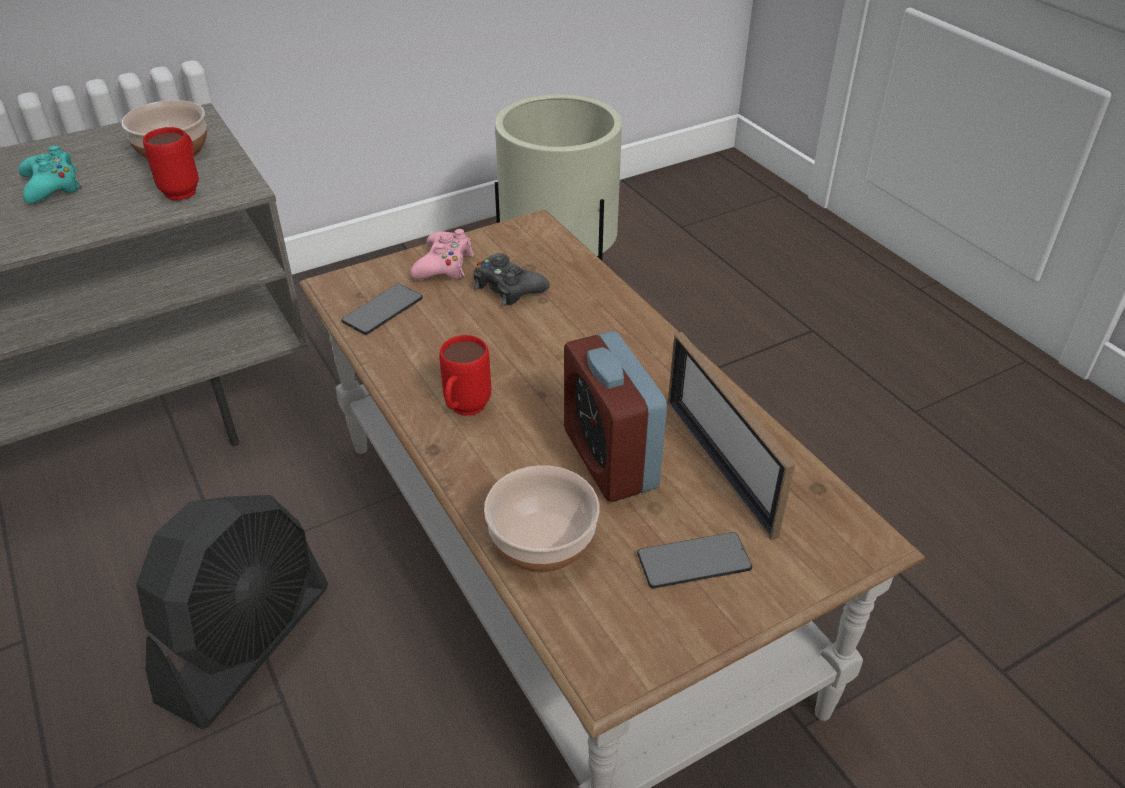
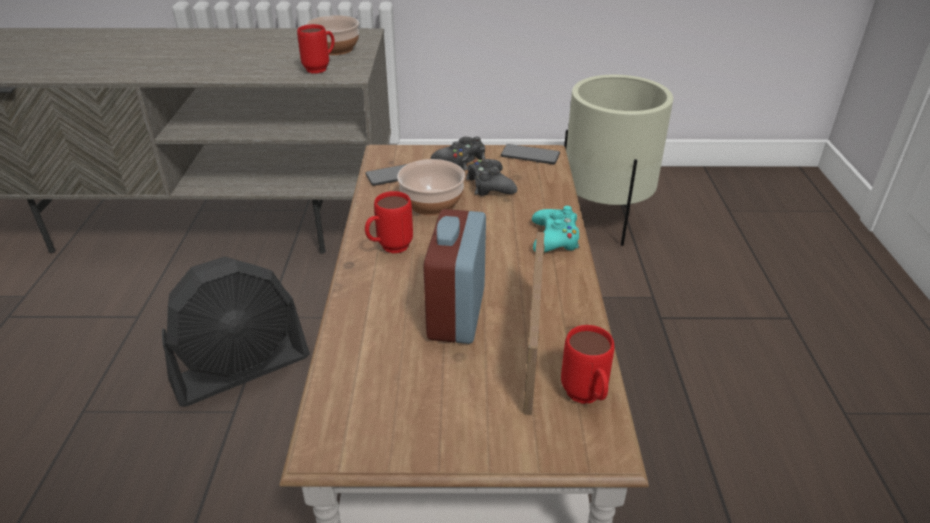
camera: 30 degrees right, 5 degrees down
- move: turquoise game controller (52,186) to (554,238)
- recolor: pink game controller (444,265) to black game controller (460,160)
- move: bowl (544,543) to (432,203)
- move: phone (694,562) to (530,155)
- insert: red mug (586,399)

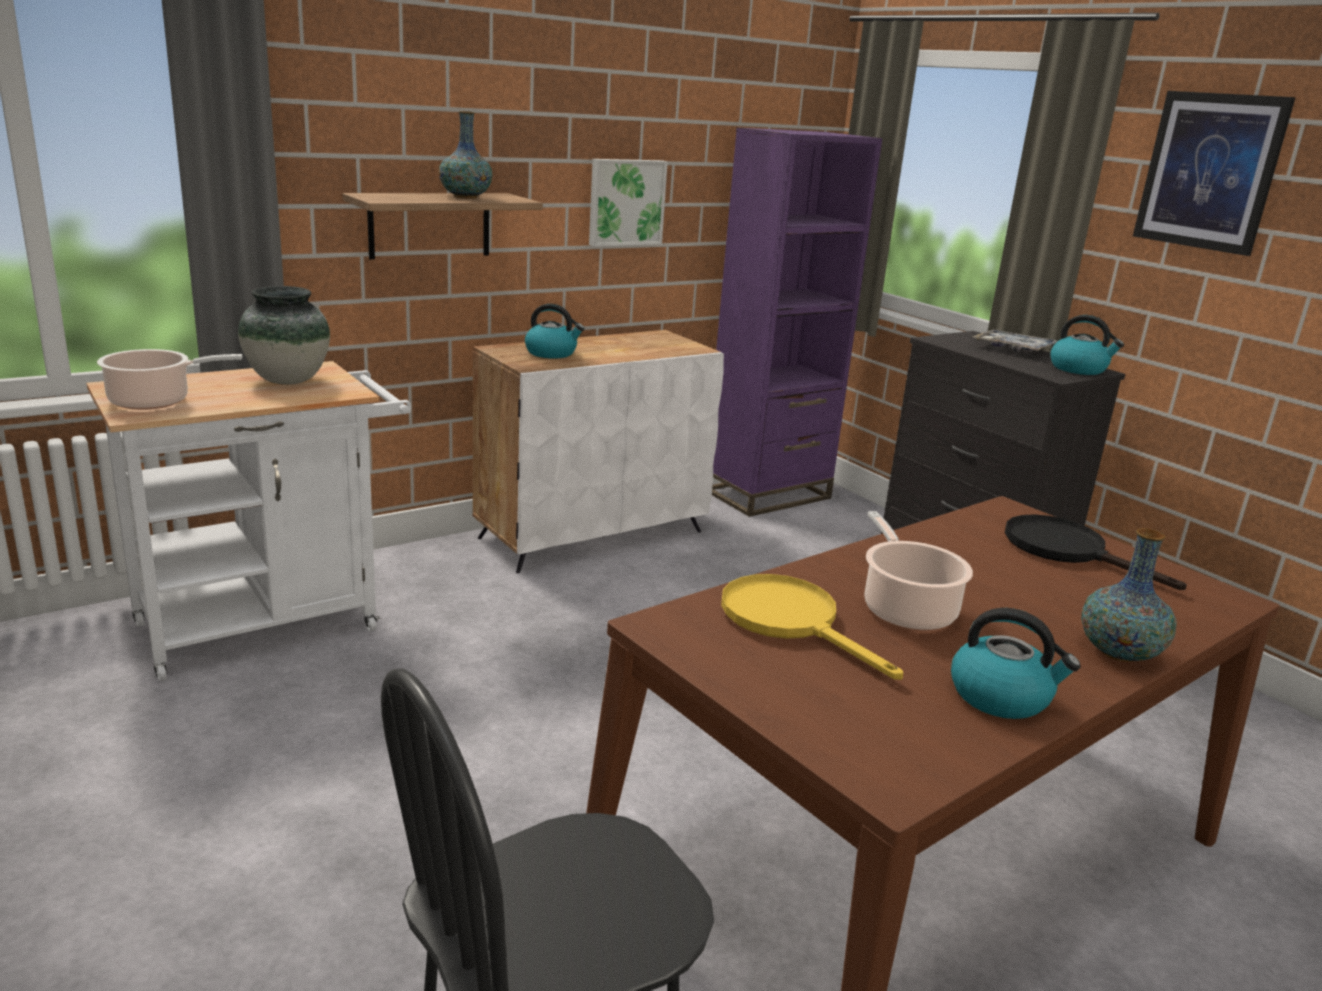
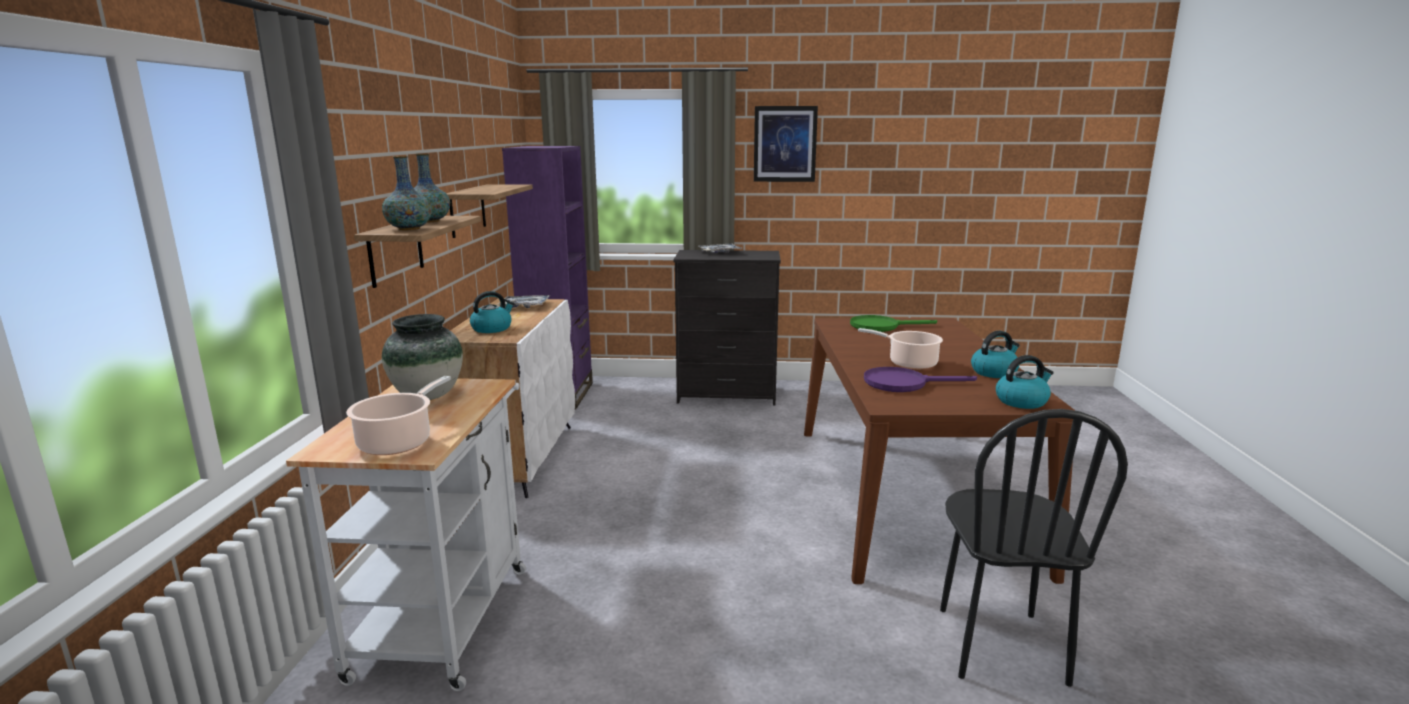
camera: 50 degrees left, 5 degrees down
- replace: picture (625,202) to shelf (467,210)
- move: kettle (1079,369) to (1022,401)
- recolor: black frying pan (1067,550) to green frying pan (881,326)
- move: vase (1119,652) to (409,229)
- recolor: yellow frying pan (791,621) to purple frying pan (903,383)
- insert: tray (524,306)

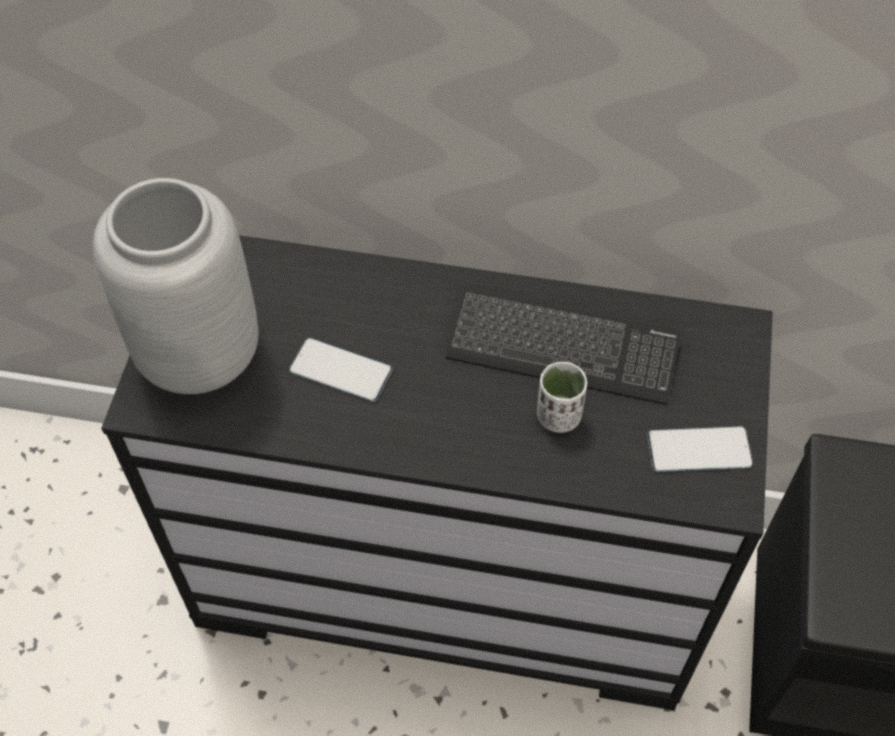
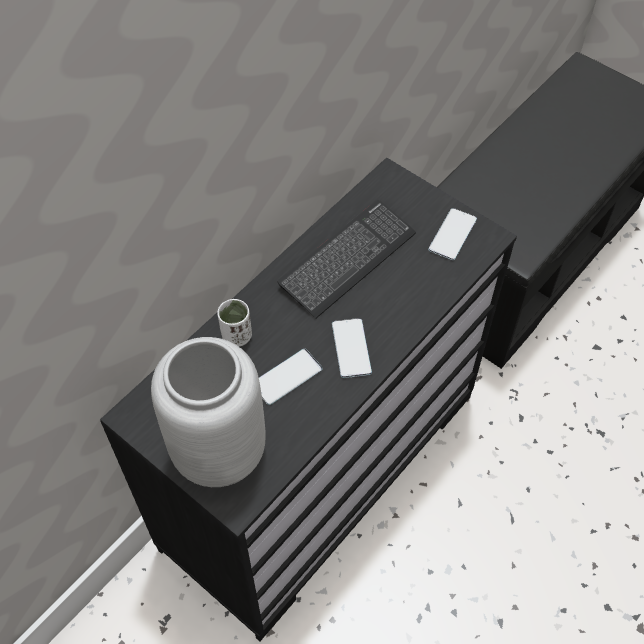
camera: 60 degrees left, 0 degrees up
- move: white cup (558,416) to (236,336)
- insert: phone (351,348)

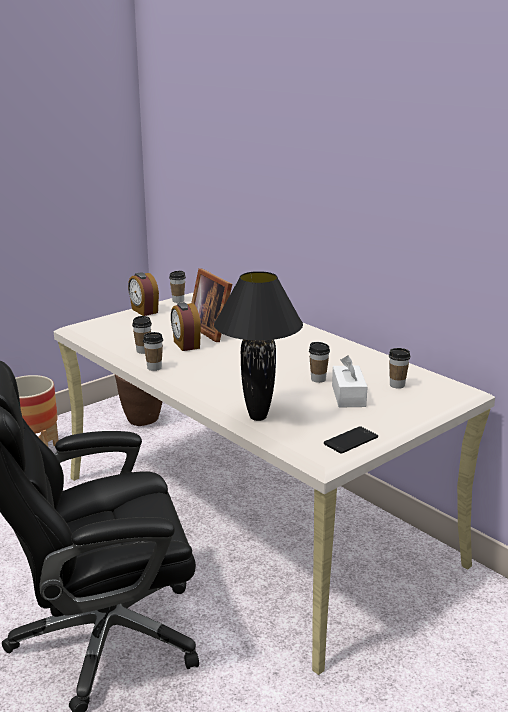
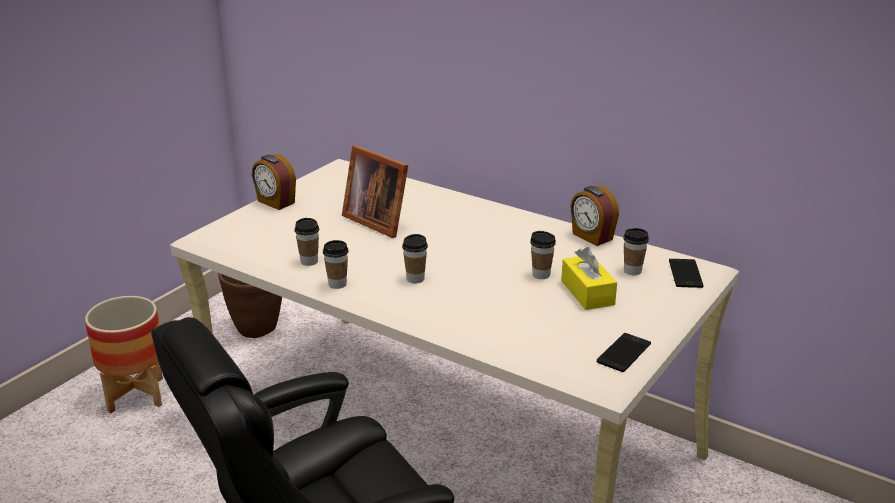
camera: 15 degrees left, 5 degrees up
- move: cup (178,300) to (415,279)
- delete: black table lamp (259,417)
- move: alarm clock (185,345) to (591,237)
- recolor: white tissue box (348,396) to yellow tissue box (587,293)
- insert: phone (685,274)

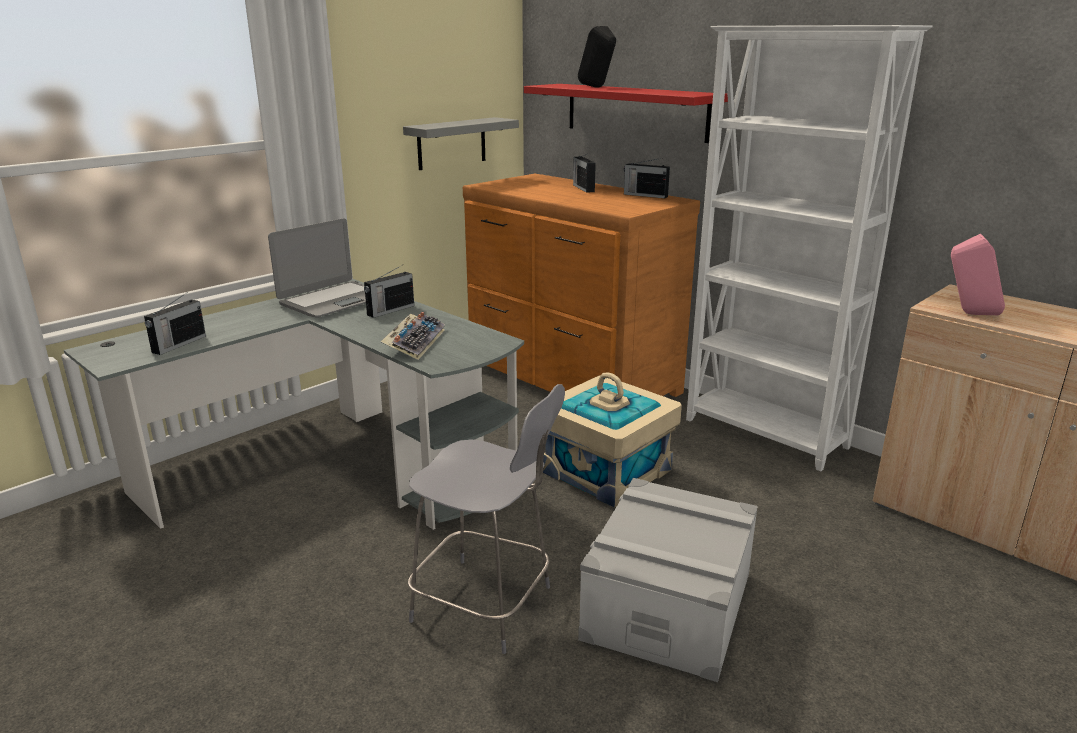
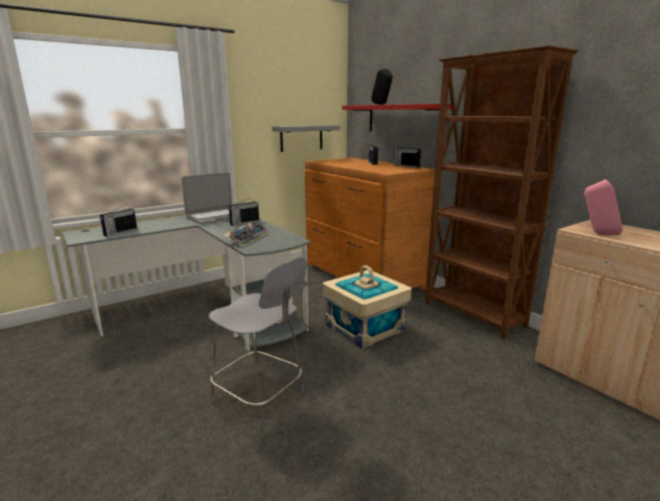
camera: 10 degrees right, 5 degrees down
- recolor: white bookcase (765,434) to brown bookcase (473,315)
- delete: grey storage box (668,606)

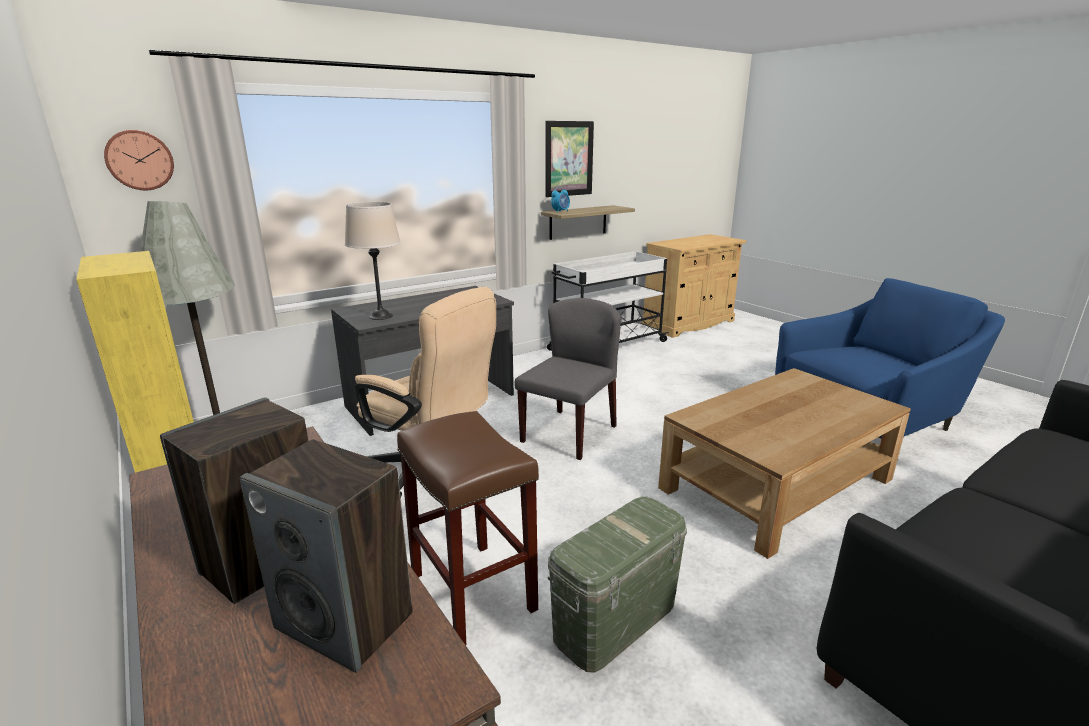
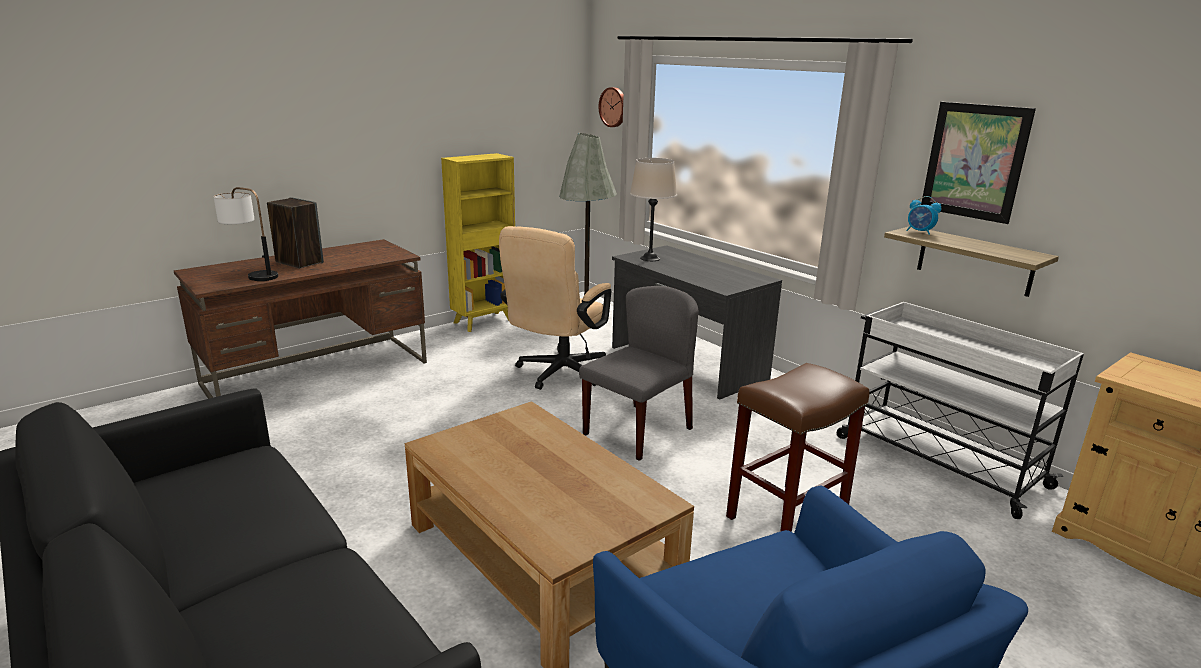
camera: 85 degrees right, 0 degrees up
- rotate: grey chair (569,433) = (638,430) 75 degrees counterclockwise
- move: brown stool (474,592) to (786,518)
- replace: speaker (346,621) to table lamp (252,275)
- delete: green storage box (615,620)

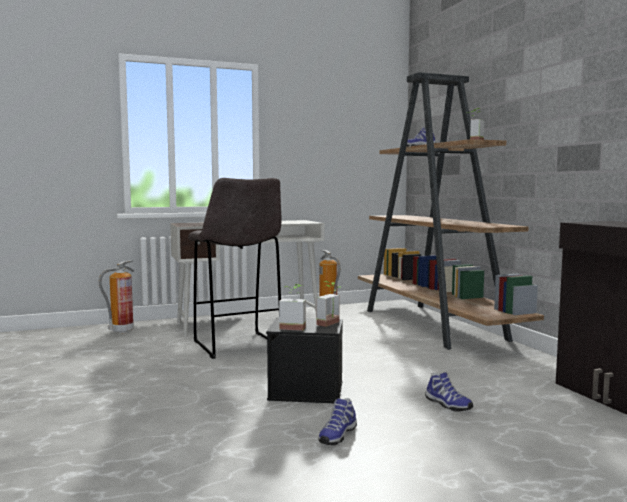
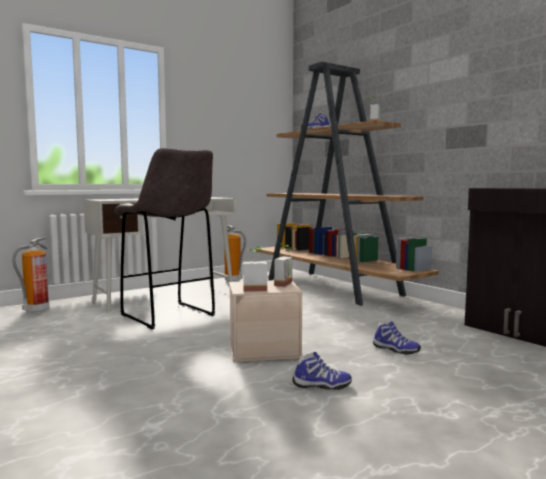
camera: 15 degrees left, 0 degrees up
- recolor: black storage box (307,390) to beige storage box (265,349)
- rotate: shoe (337,435) = (322,386) 105 degrees counterclockwise

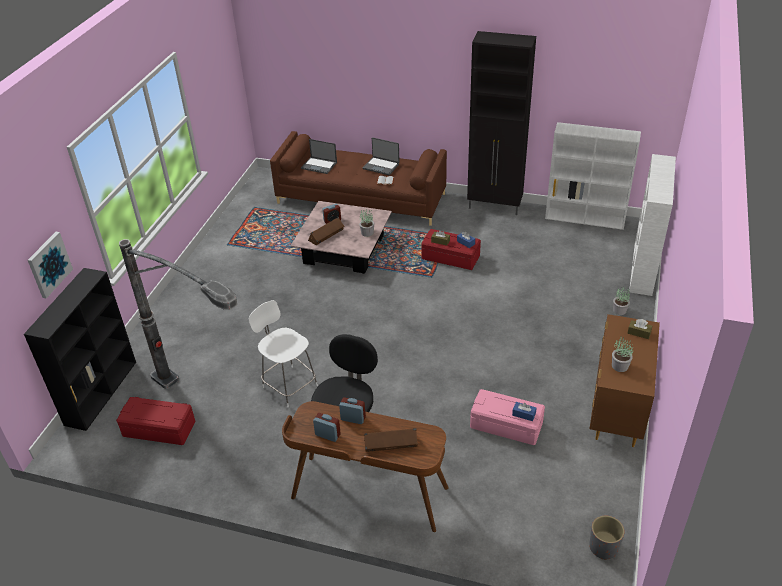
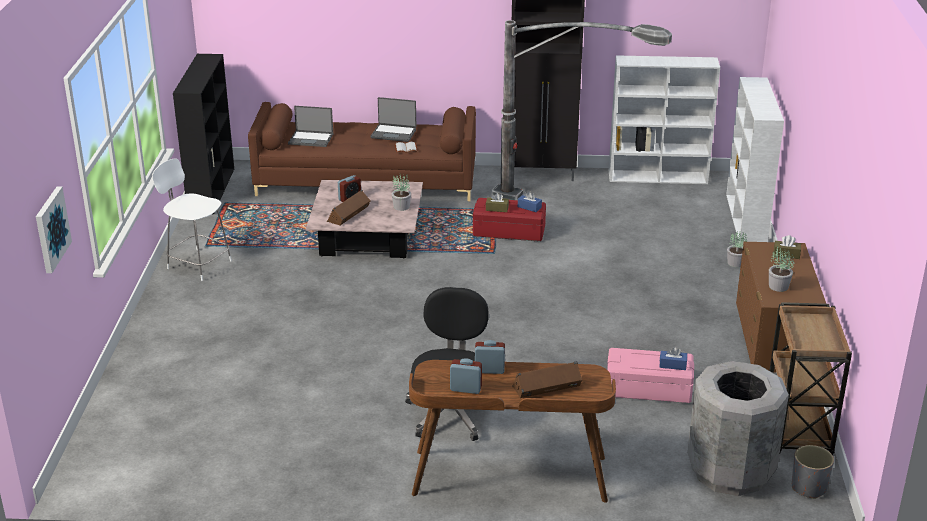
camera: 15 degrees left, 10 degrees down
- move: floor lamp (207,410) to (572,209)
- move: black bookcase (101,392) to (211,190)
- move: white chair (288,385) to (197,264)
- delete: red storage box (158,429)
- insert: brown cart (797,431)
- insert: grey trash can (730,471)

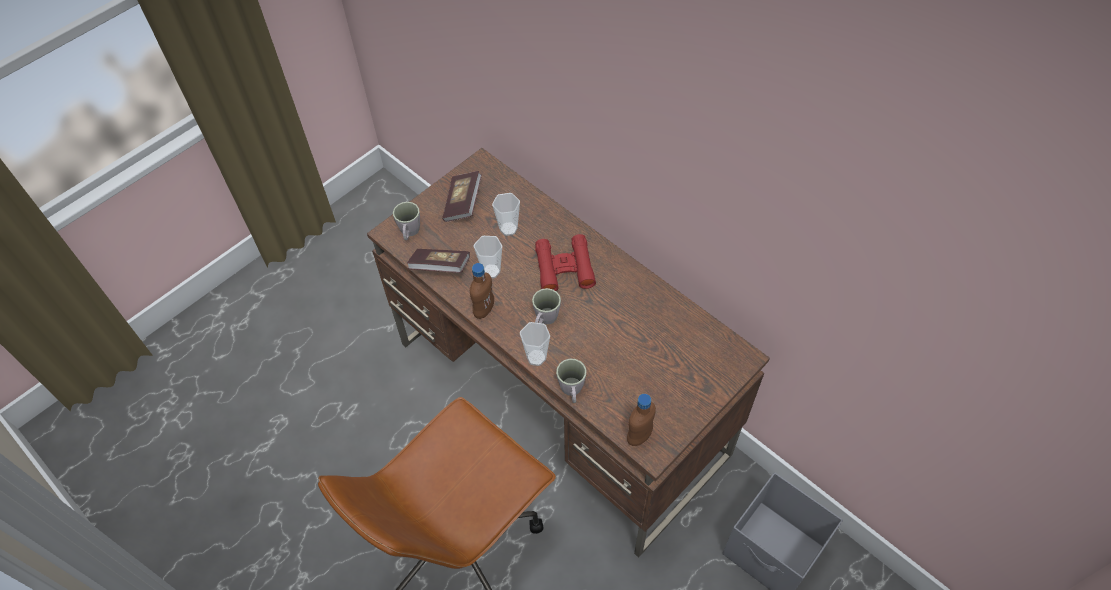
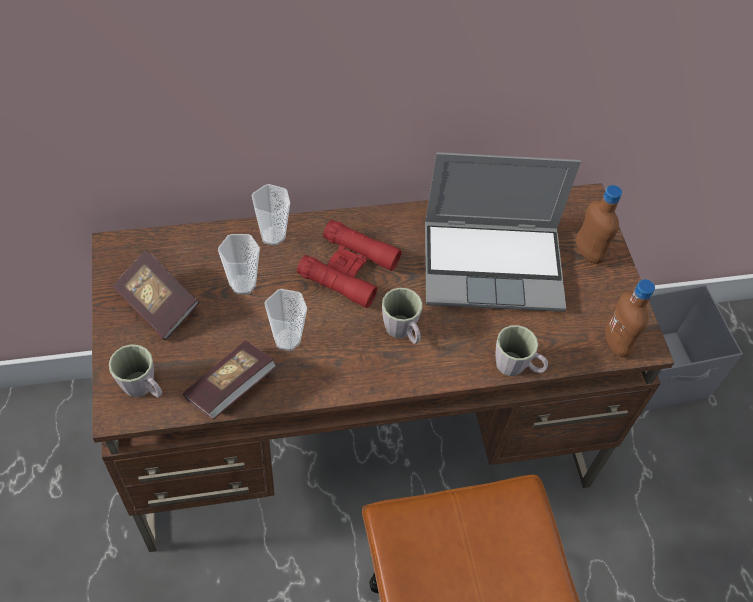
camera: 60 degrees left, 0 degrees up
- move: brown bottle (484,309) to (588,253)
- move: cup (536,357) to (273,236)
- insert: laptop (494,265)

